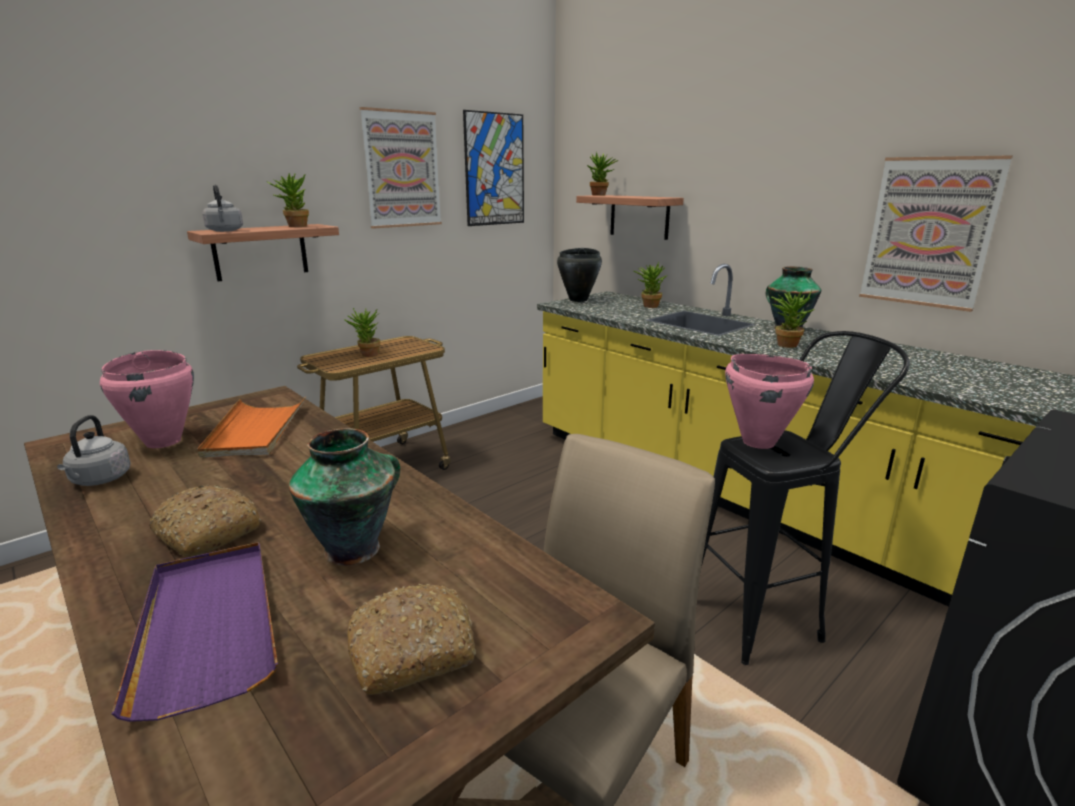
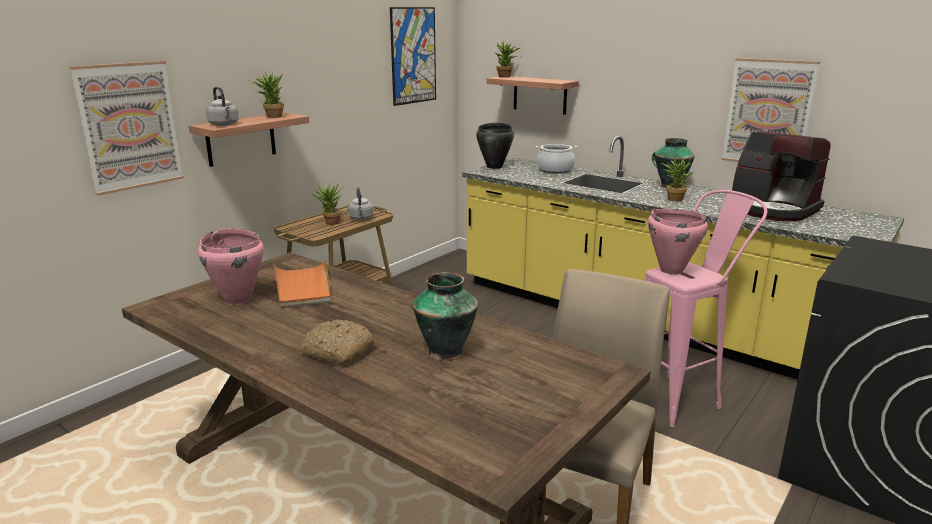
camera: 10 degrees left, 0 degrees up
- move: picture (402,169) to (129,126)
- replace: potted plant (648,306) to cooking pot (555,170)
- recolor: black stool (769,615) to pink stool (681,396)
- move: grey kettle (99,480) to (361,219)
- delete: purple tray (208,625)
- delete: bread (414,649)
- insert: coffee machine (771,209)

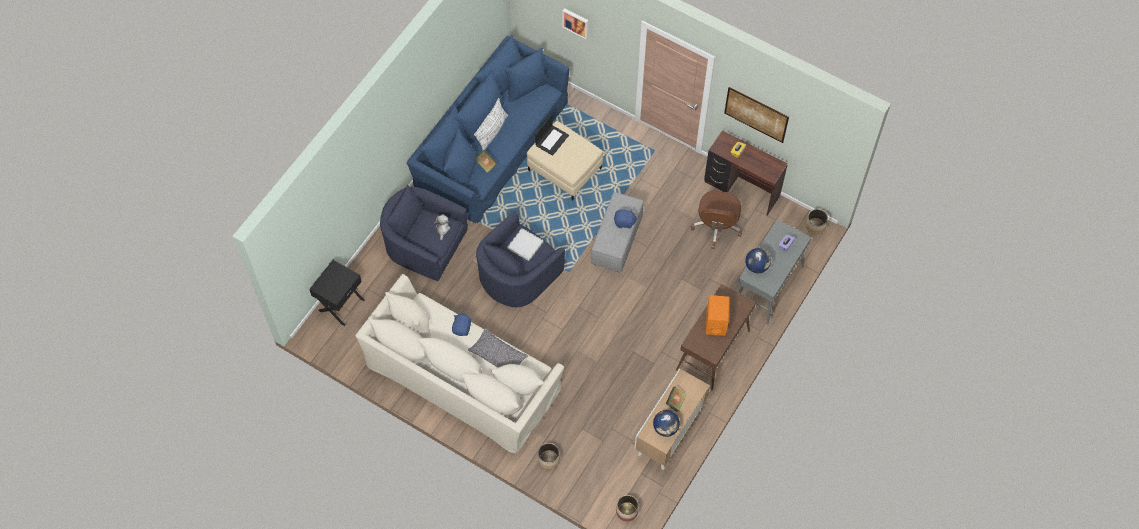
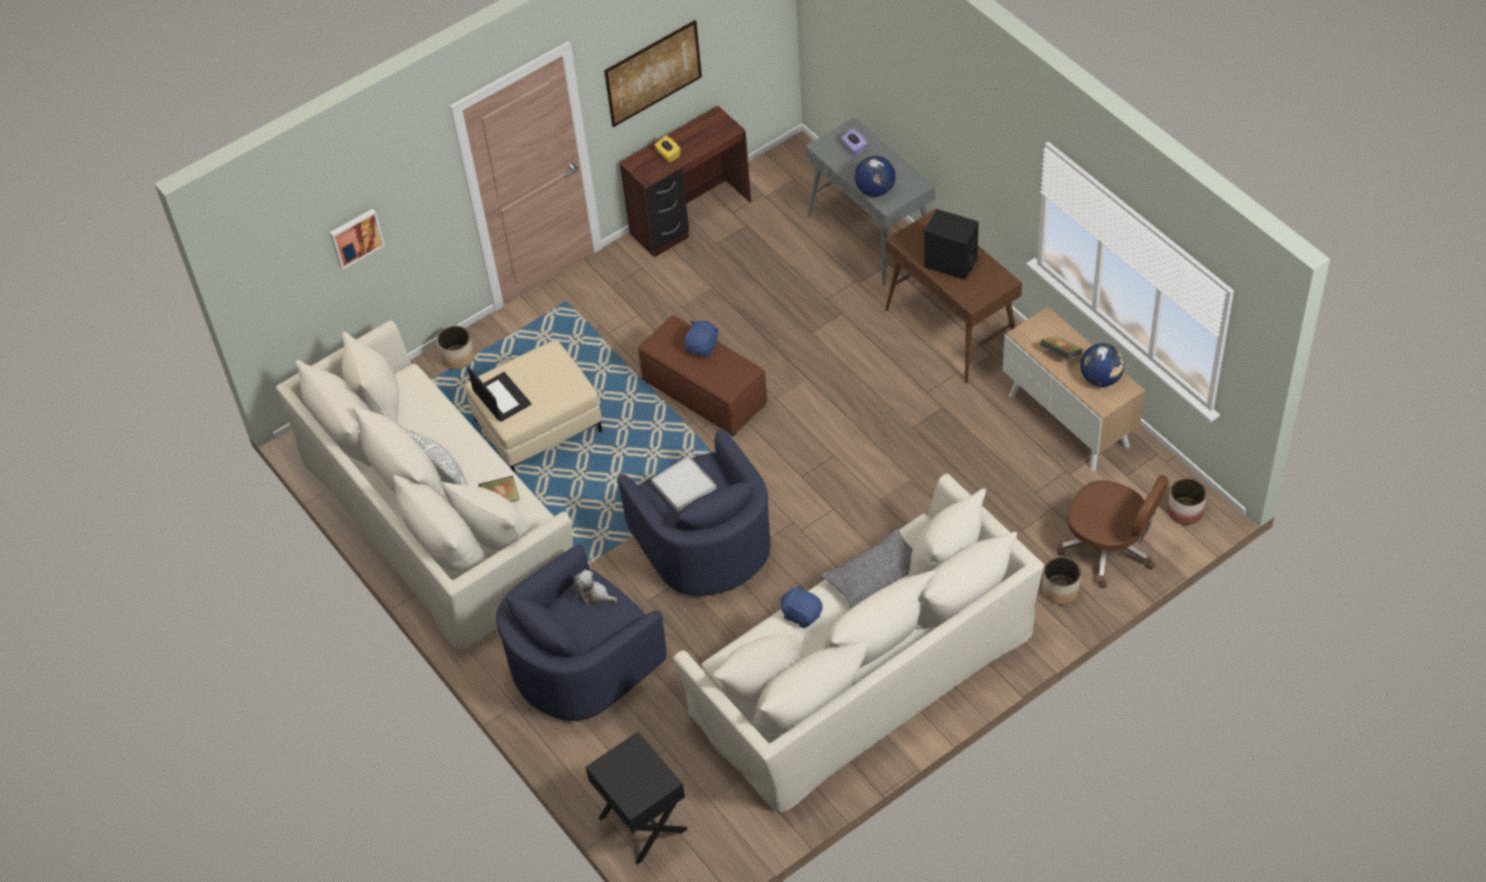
camera: 65 degrees left, 10 degrees down
- recolor: blue sofa (492,145) to beige sofa (436,512)
- move: brown office chair (716,226) to (1109,549)
- recolor: grey ottoman (617,240) to brown ottoman (704,393)
- move: planter (815,226) to (457,357)
- recolor: orange speaker (716,322) to black speaker (950,263)

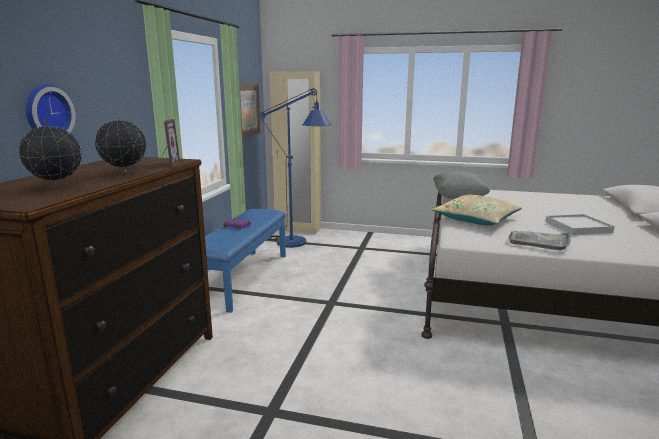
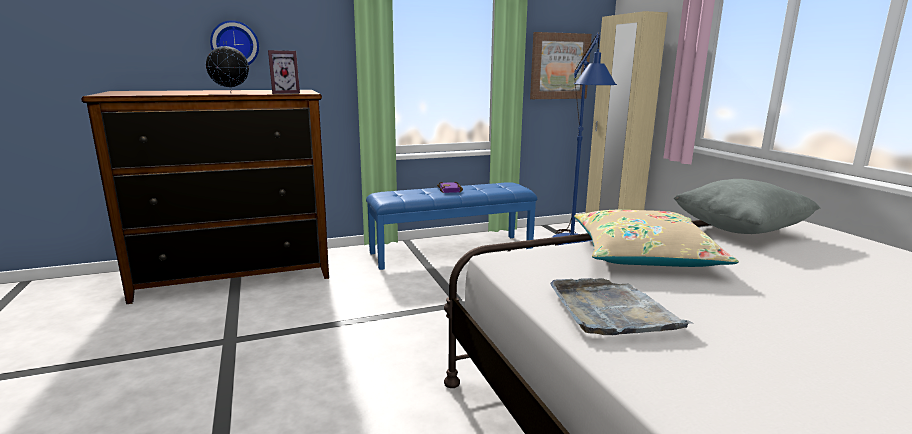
camera: 55 degrees right, 0 degrees up
- delete: globe (57,187)
- delete: white tray (578,227)

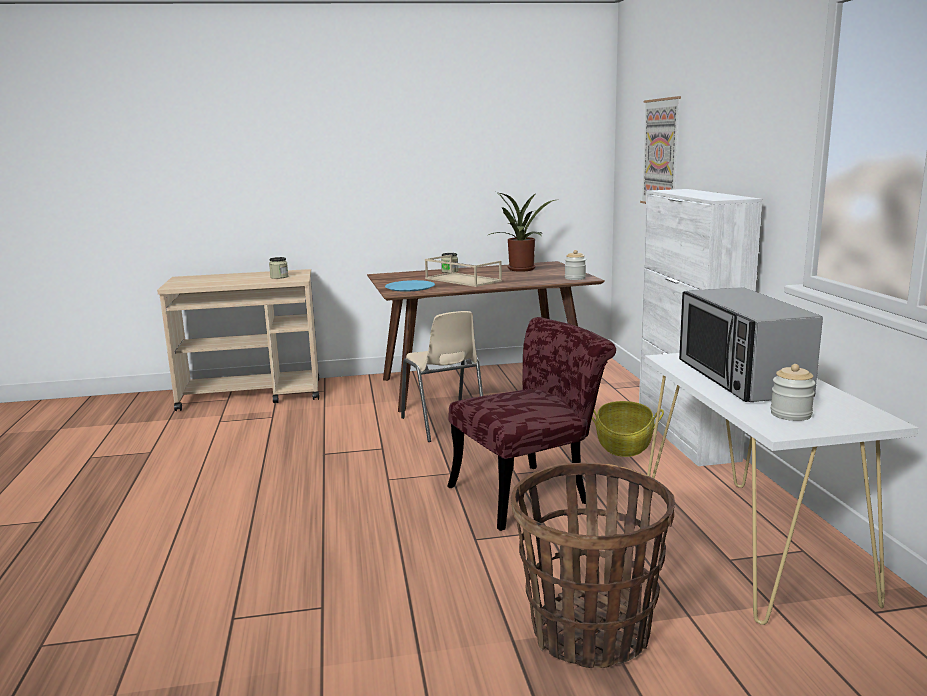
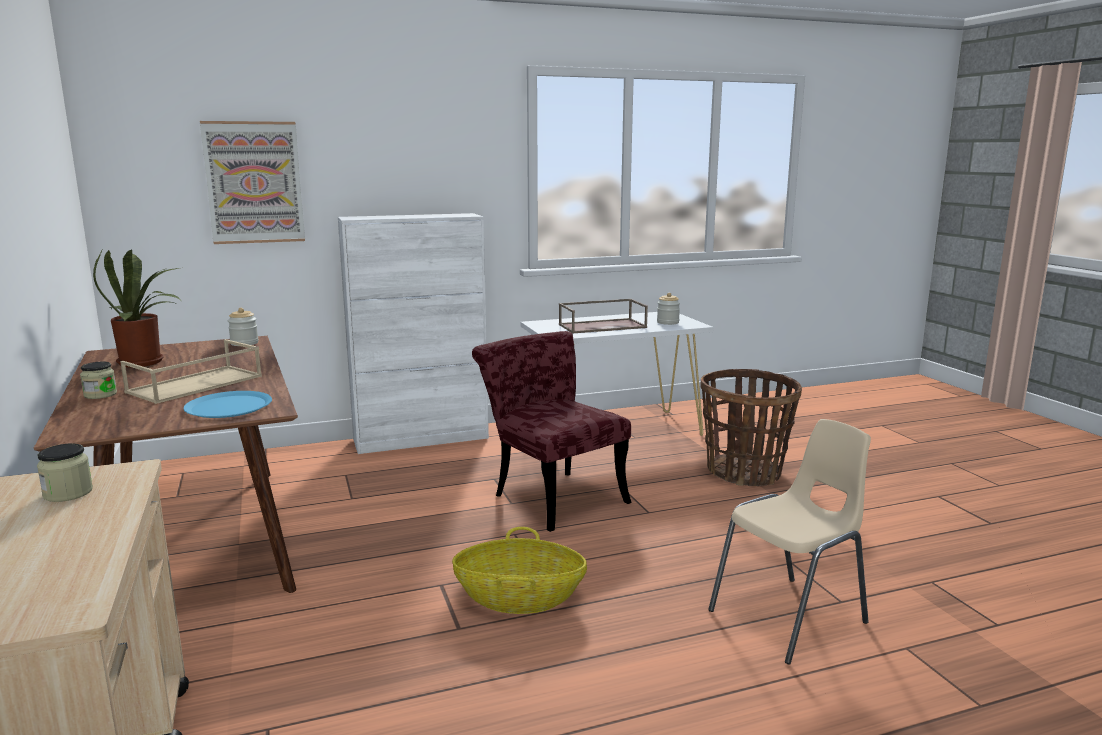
camera: 100 degrees left, 0 degrees up
- replace: microwave (740,379) to brown tray (603,326)
- move: beige chair (444,425) to (790,617)
- move: basket (624,445) to (520,598)

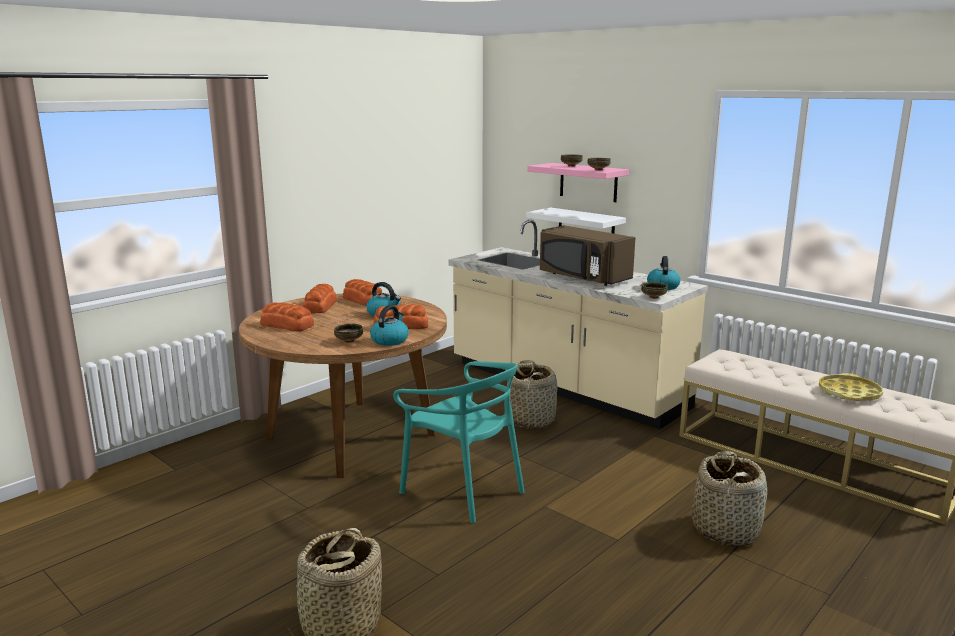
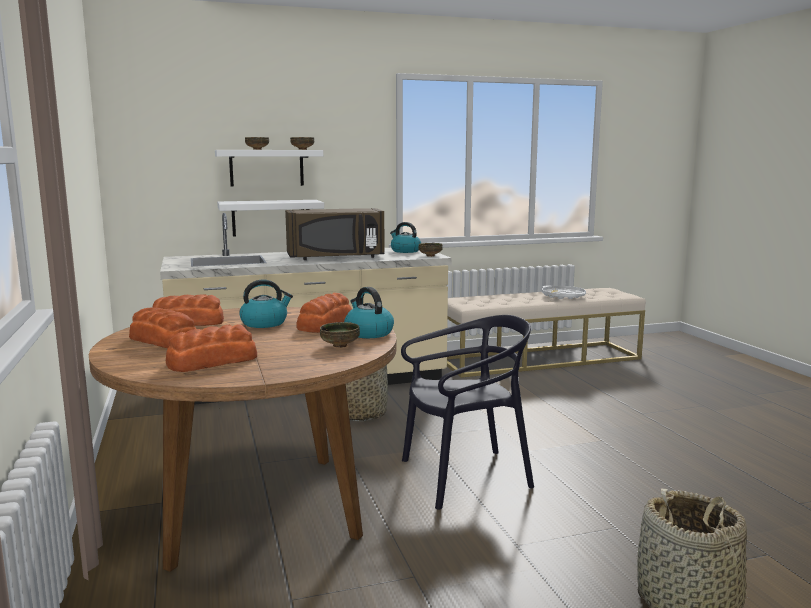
camera: 60 degrees left, 5 degrees down
- recolor: pink shelf (588,182) to white shelf (266,168)
- recolor: turquoise chair (463,490) to black chair (465,476)
- recolor: yellow tray (849,393) to white tray (563,296)
- delete: basket (725,530)

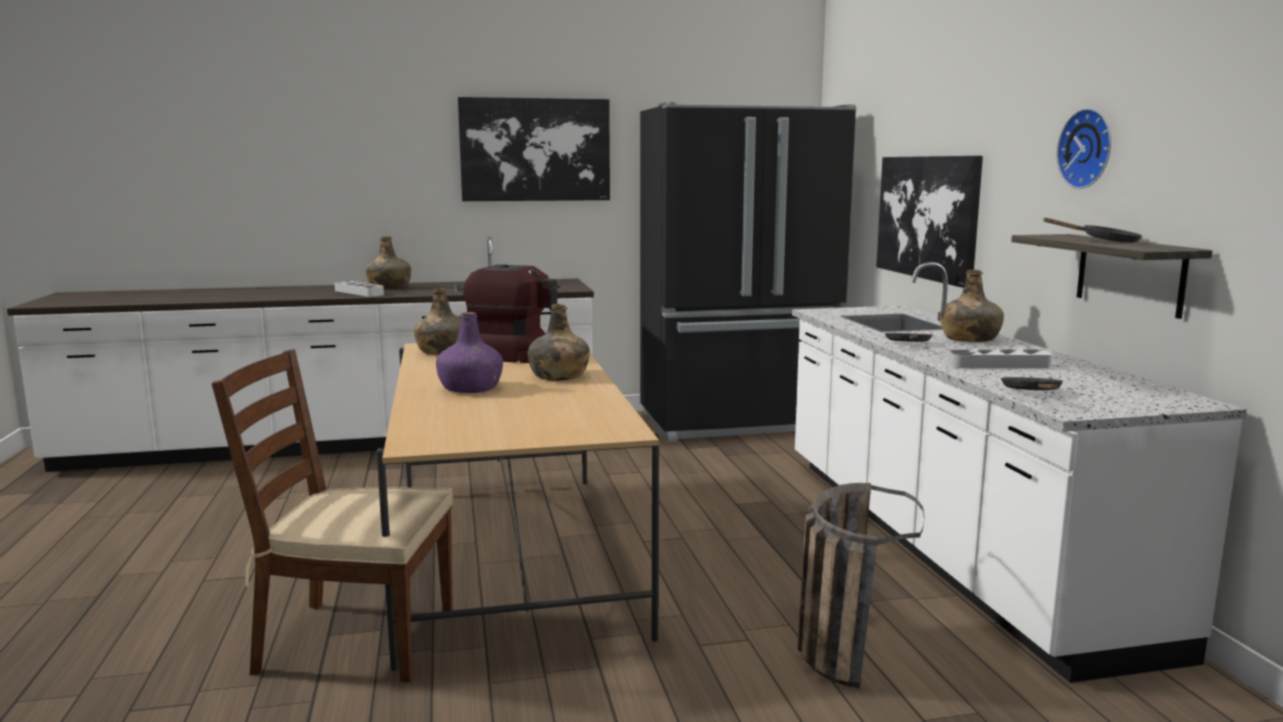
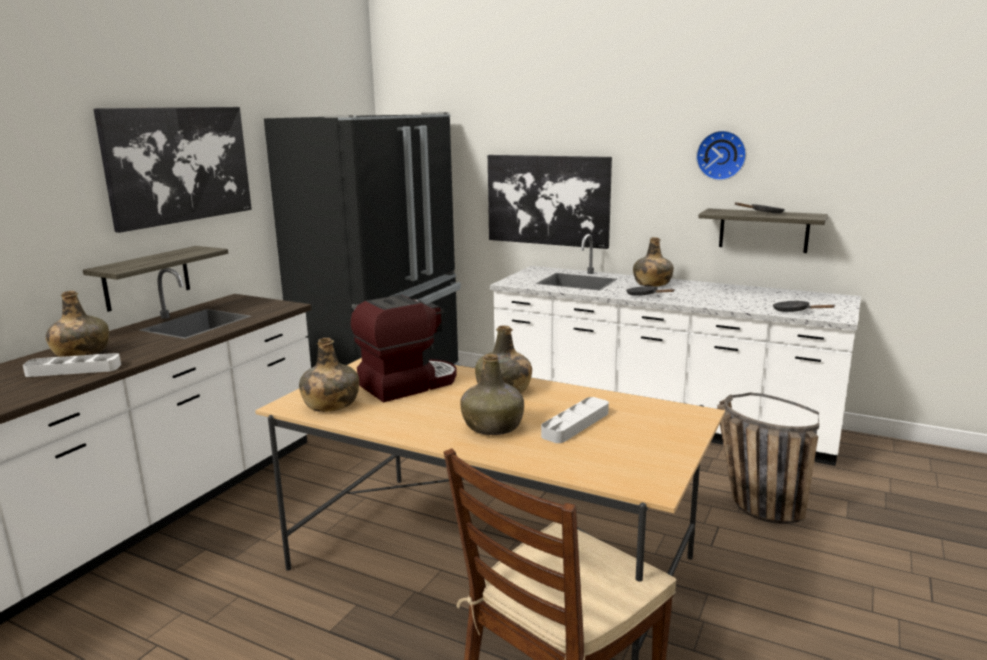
camera: 50 degrees left, 5 degrees up
- recolor: purple bottle (471,388) to green bottle (493,426)
- move: grey tray (998,365) to (575,424)
- insert: shelf (147,278)

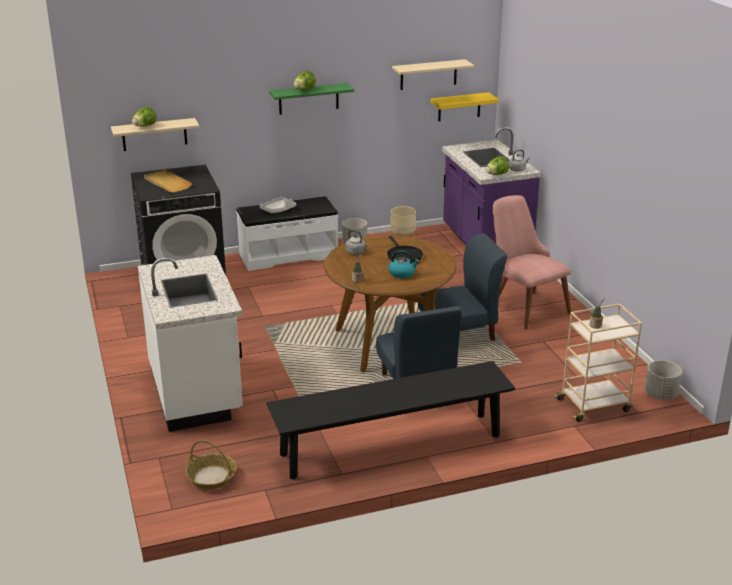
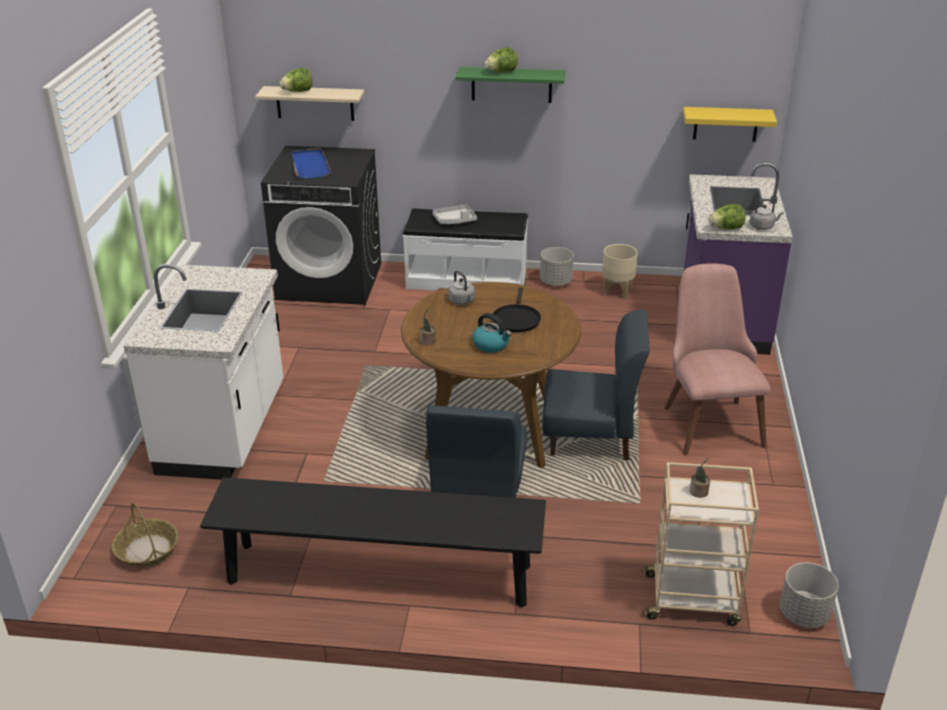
camera: 25 degrees right, 5 degrees up
- delete: beige shelf (428,74)
- recolor: beige tray (167,183) to blue tray (310,165)

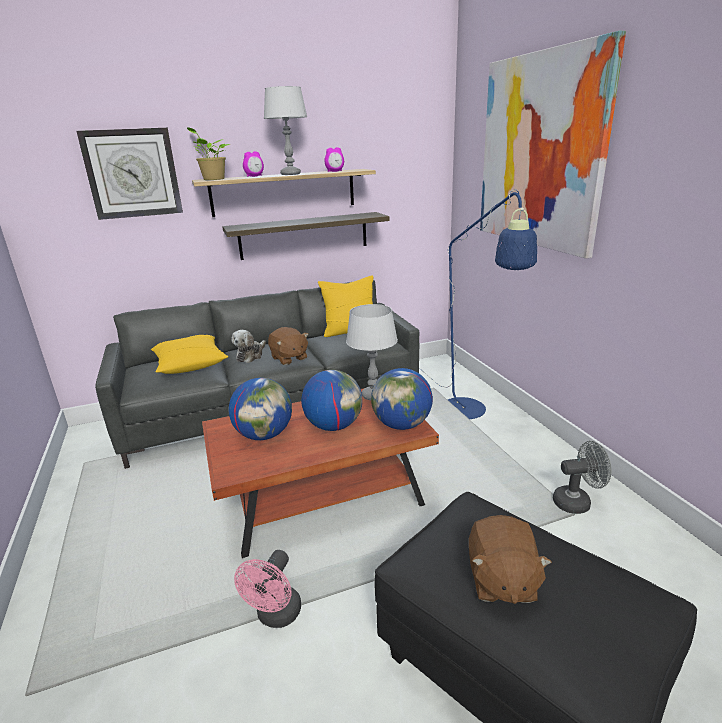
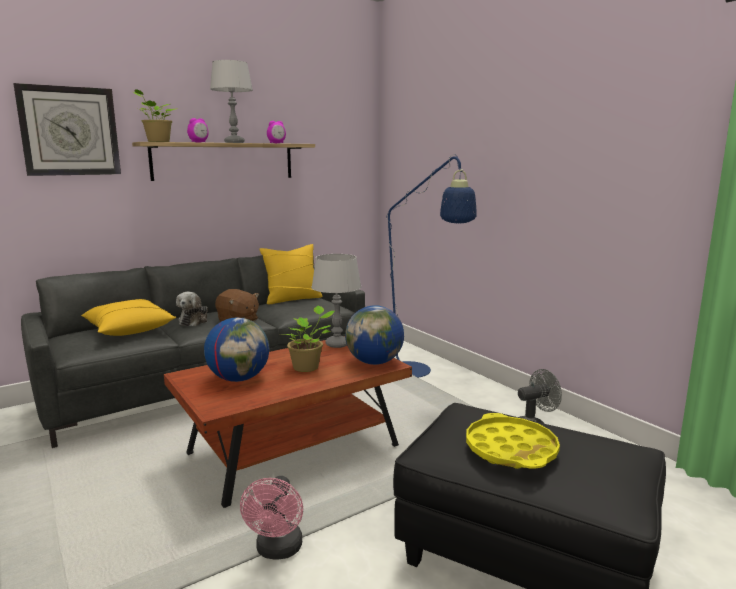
camera: 15 degrees left, 10 degrees down
- delete: picture (539,152)
- delete: shelf (304,235)
- replace: globe (333,426) to potted plant (308,367)
- replace: brown plush toy (501,580) to yellow tray (511,449)

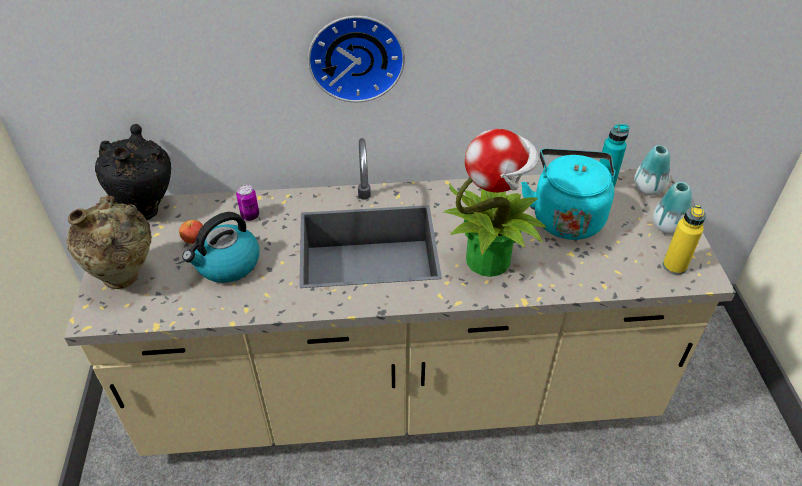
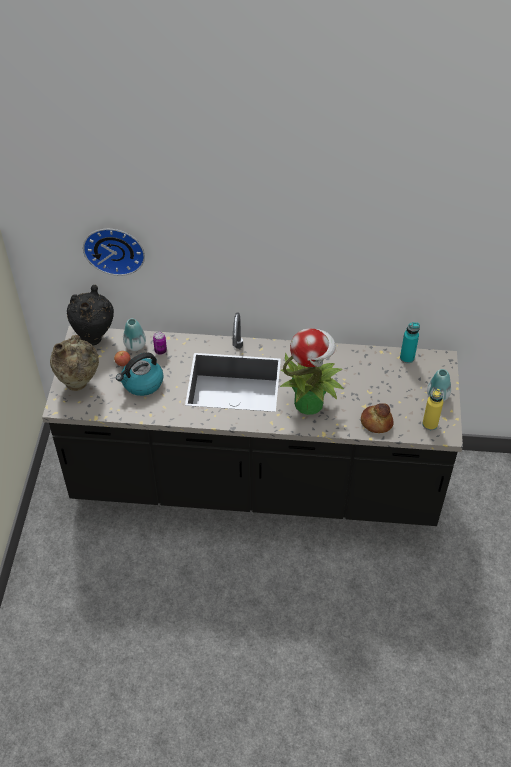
camera: 10 degrees right, 5 degrees up
- move: wall clock (356,56) to (114,248)
- recolor: beige counter (401,392) to black counter (255,483)
- move: vase (648,188) to (135,345)
- delete: turquoise kettle (566,216)
- insert: bread (376,422)

